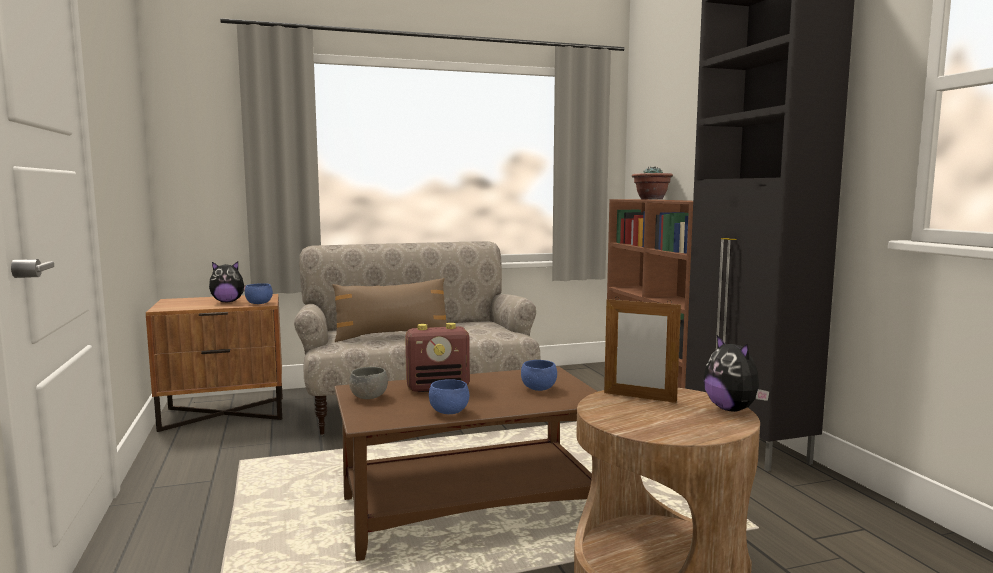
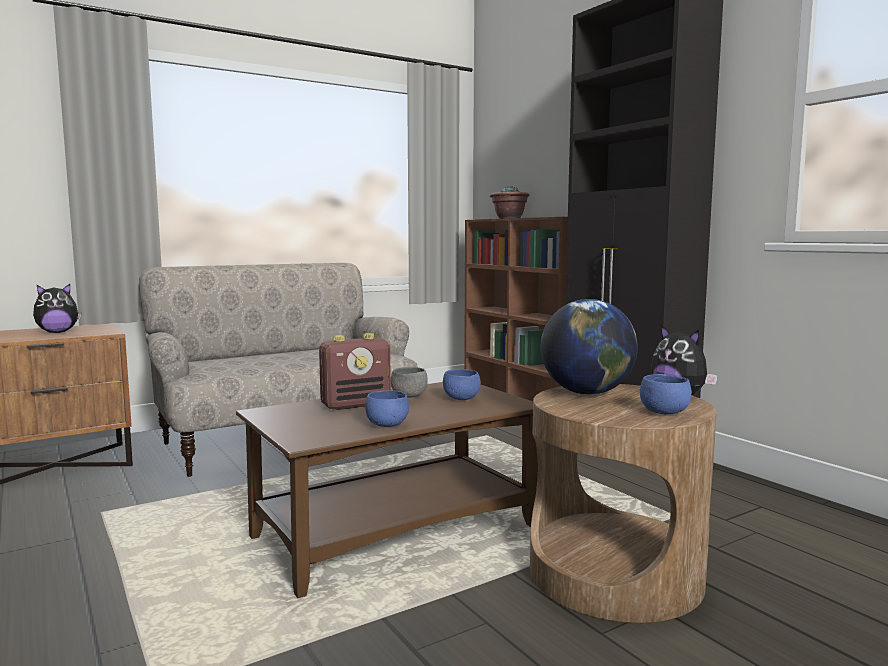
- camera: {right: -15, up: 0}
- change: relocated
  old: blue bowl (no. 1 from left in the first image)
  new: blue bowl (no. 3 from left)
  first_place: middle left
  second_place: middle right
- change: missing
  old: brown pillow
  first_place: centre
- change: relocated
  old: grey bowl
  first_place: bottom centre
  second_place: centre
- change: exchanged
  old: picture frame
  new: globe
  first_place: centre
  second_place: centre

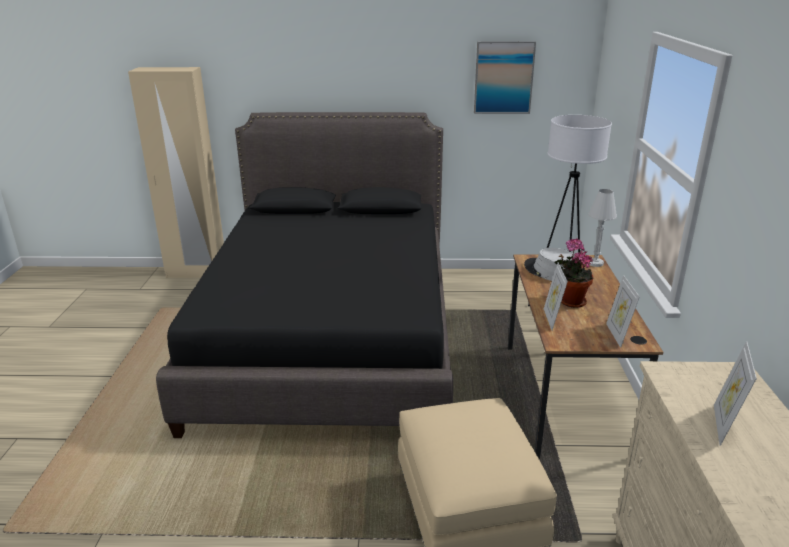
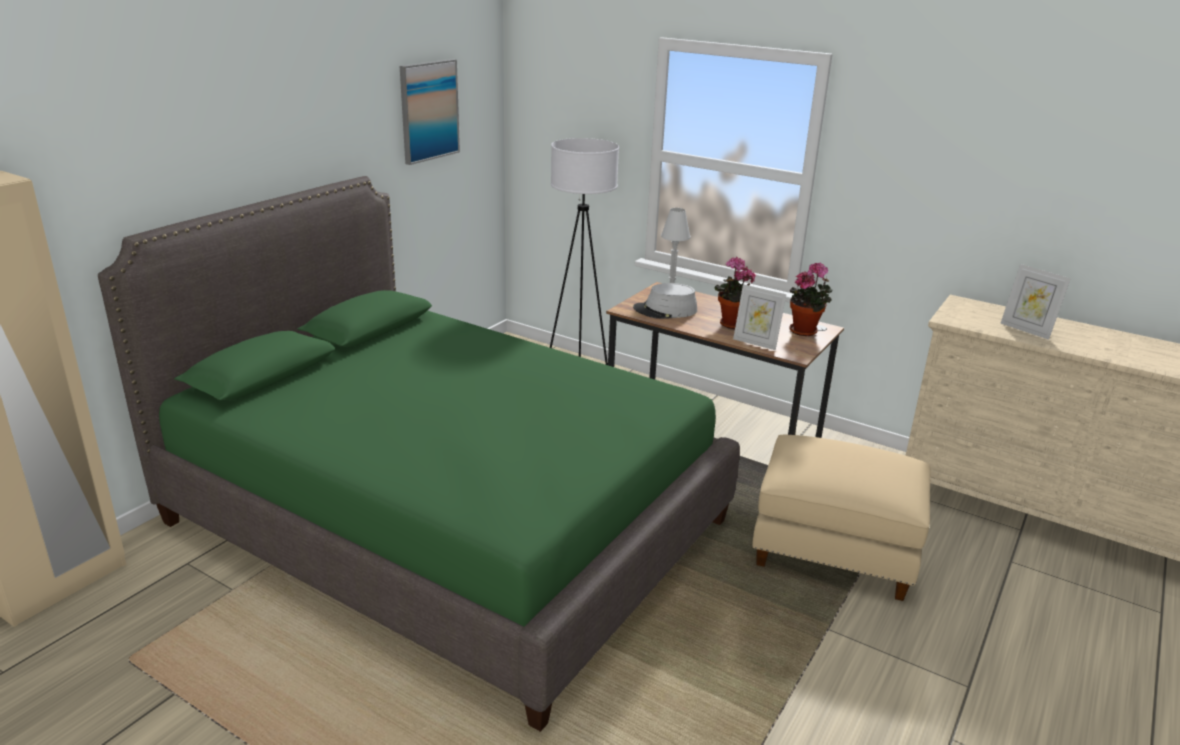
- camera: {right: -60, up: 0}
- change: colour
  old: black bed
  new: green bed
  first_place: centre
  second_place: centre
- change: exchanged
  old: picture frame (no. 2 from left)
  new: potted plant (no. 2 from left)
  first_place: middle right
  second_place: middle right

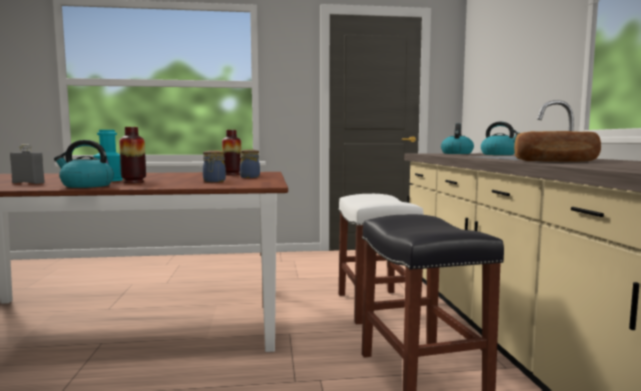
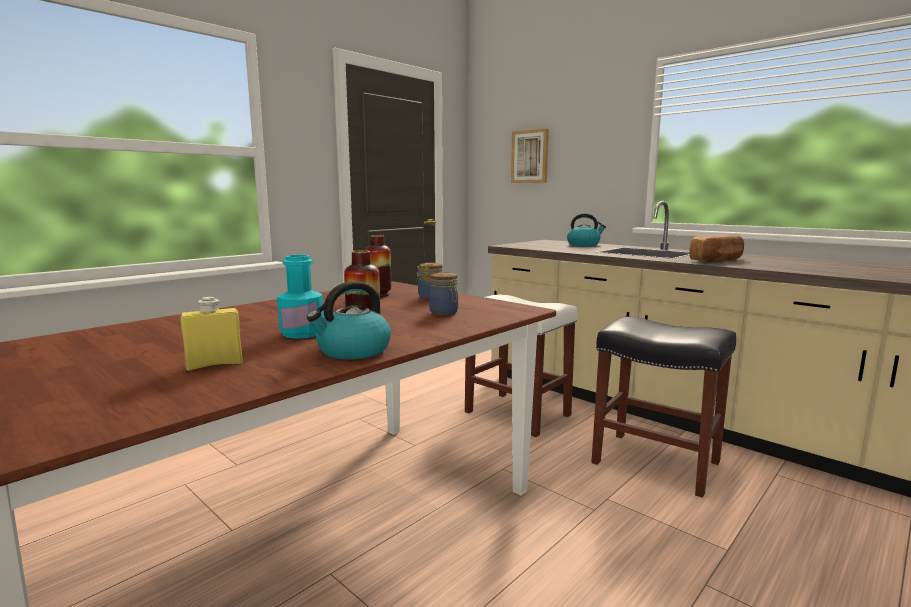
- camera: {right: -40, up: 5}
- change: colour
  old: grey bottle
  new: yellow bottle
  first_place: middle left
  second_place: middle left
- change: missing
  old: kettle (no. 2 from left)
  first_place: middle right
- change: appeared
  new: picture
  second_place: top centre

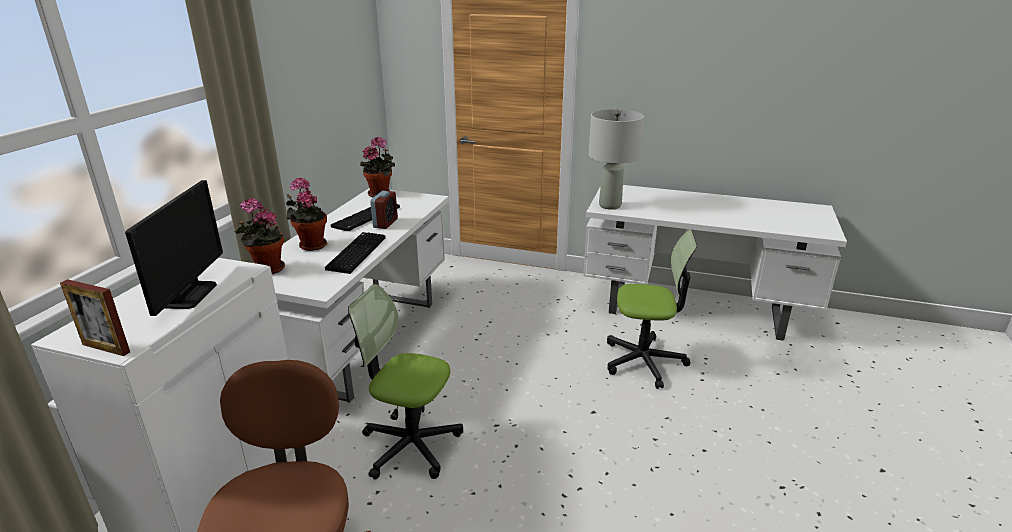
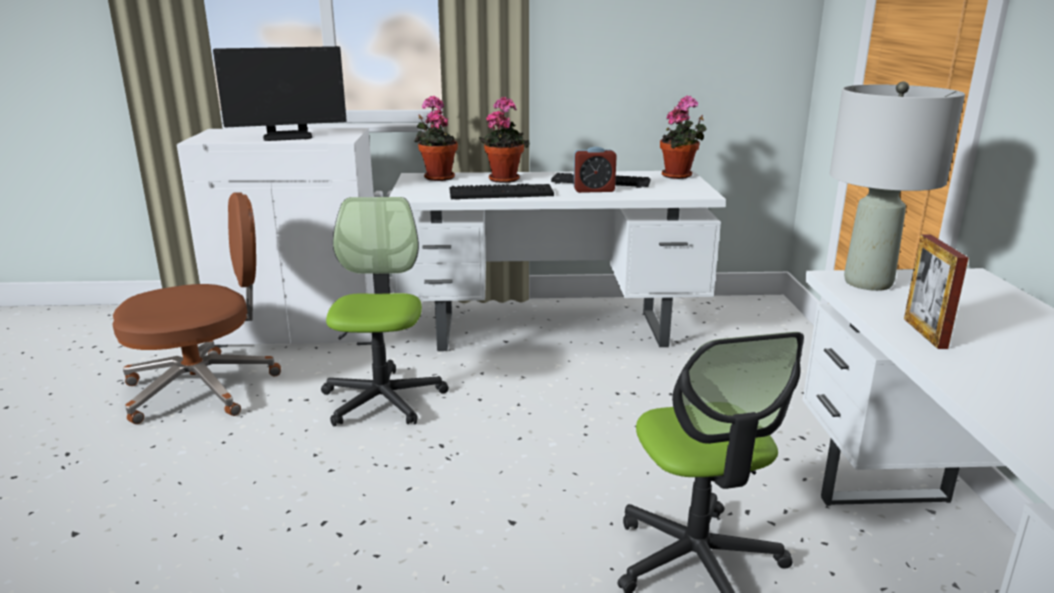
- camera: {right: 70, up: -5}
- change: relocated
  old: picture frame
  first_place: middle left
  second_place: middle right

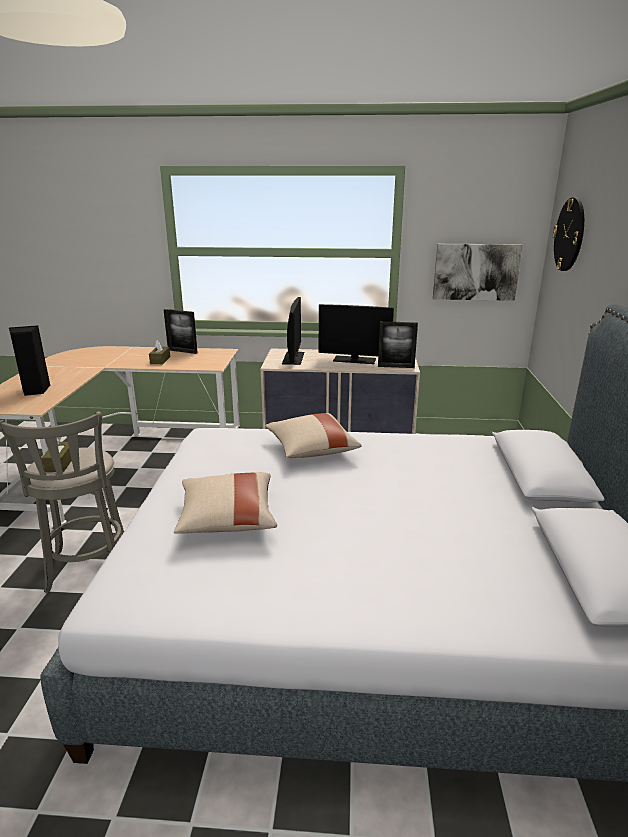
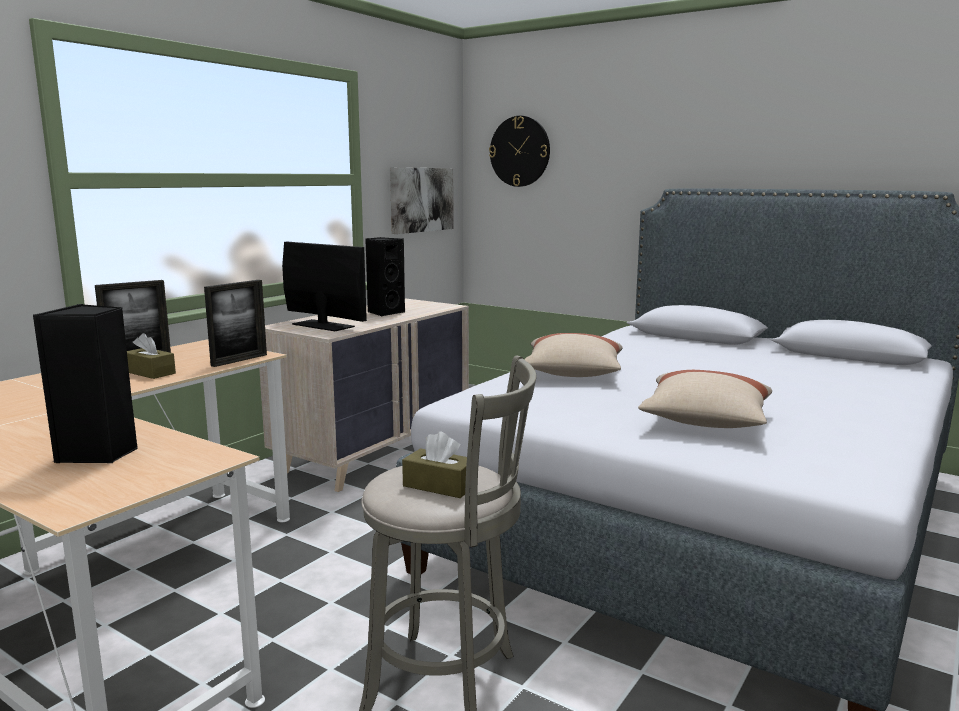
- camera: {right: -60, up: -10}
- change: exchanged
  old: monitor (no. 2 from left)
  new: black speaker (no. 2 from left)
  first_place: centre
  second_place: centre
- change: relocated
  old: picture frame (no. 2 from left)
  first_place: centre
  second_place: middle left

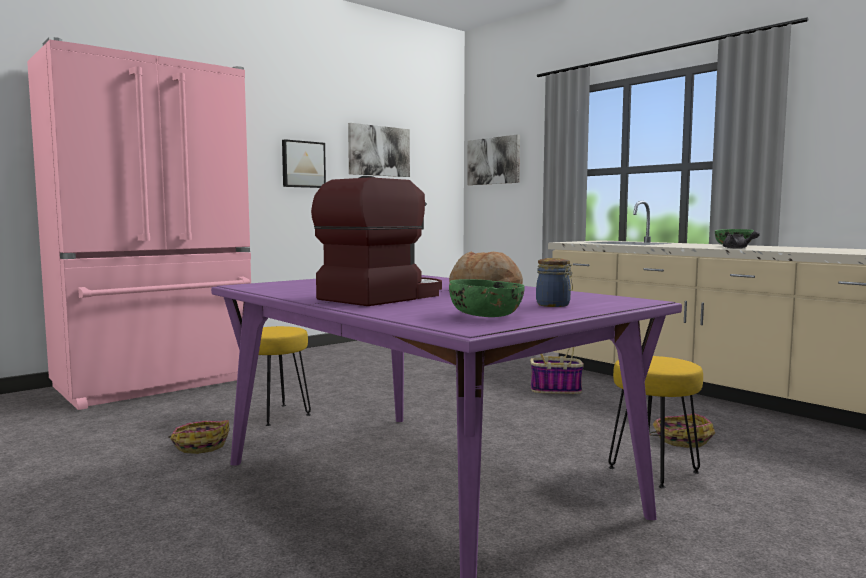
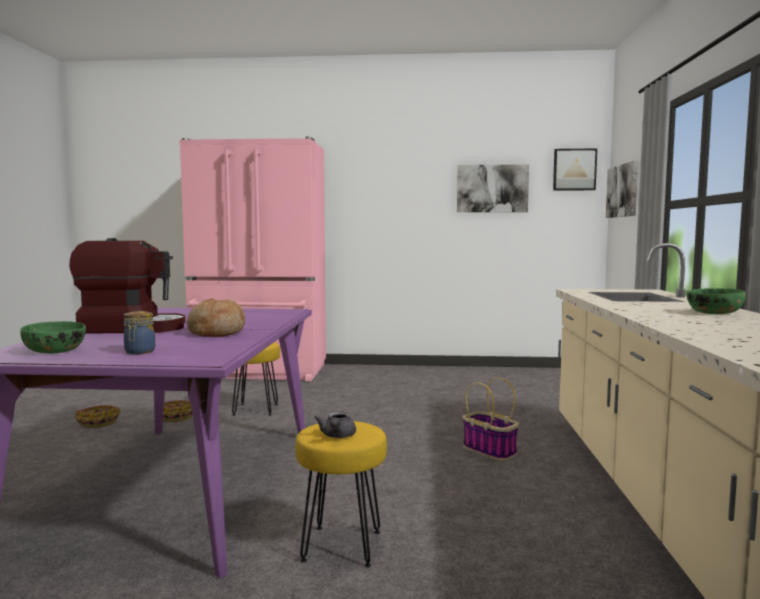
- camera: {right: 45, up: 0}
- change: relocated
  old: picture (no. 1 from left in the first image)
  new: picture (no. 2 from left)
  first_place: top centre
  second_place: top right
- change: relocated
  old: basket (no. 3 from left in the first image)
  new: basket (no. 1 from left)
  first_place: bottom right
  second_place: bottom left
- change: relocated
  old: grey teapot
  first_place: middle right
  second_place: bottom centre

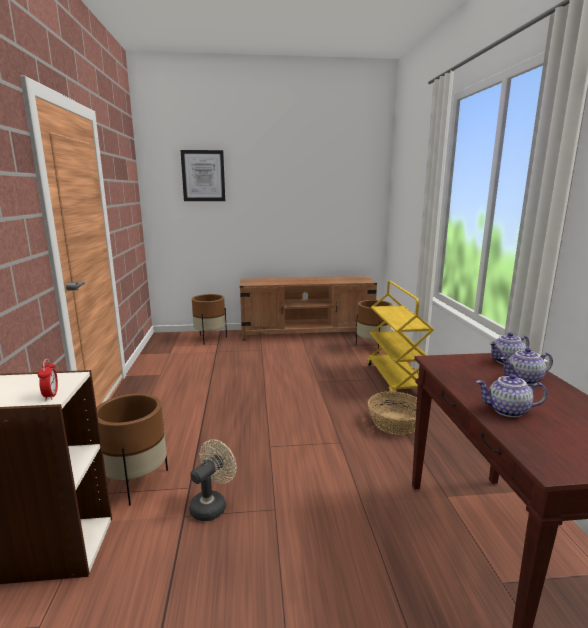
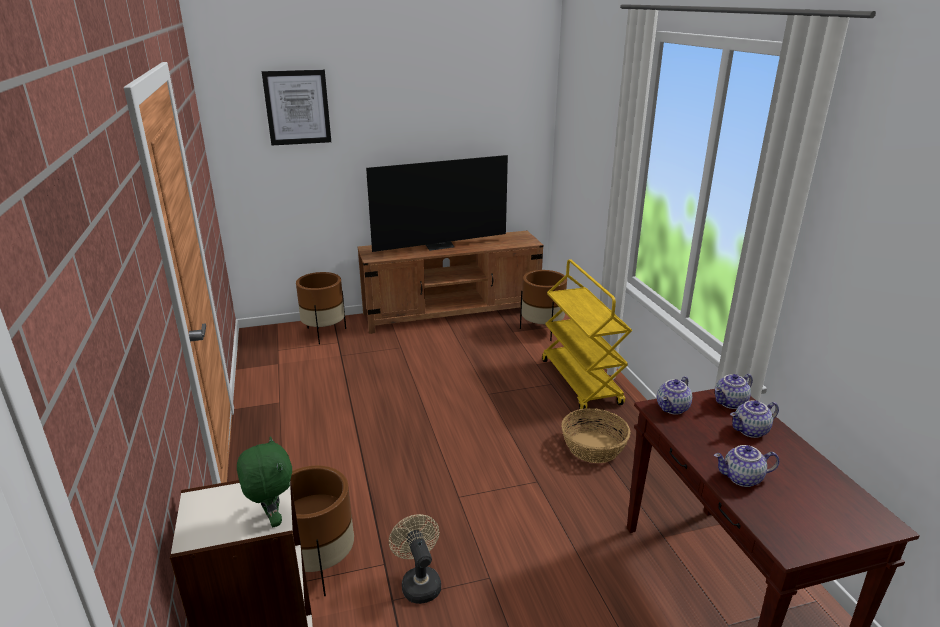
- camera: {right: -10, up: 10}
- change: exchanged
  old: alarm clock
  new: green plush toy
  first_place: middle left
  second_place: bottom left
- change: spun
  old: beige fan
  first_place: bottom centre
  second_place: bottom centre
  degrees: -45
- change: appeared
  new: television
  second_place: top centre
- change: appeared
  new: teapot (no. 1 from left)
  second_place: middle right

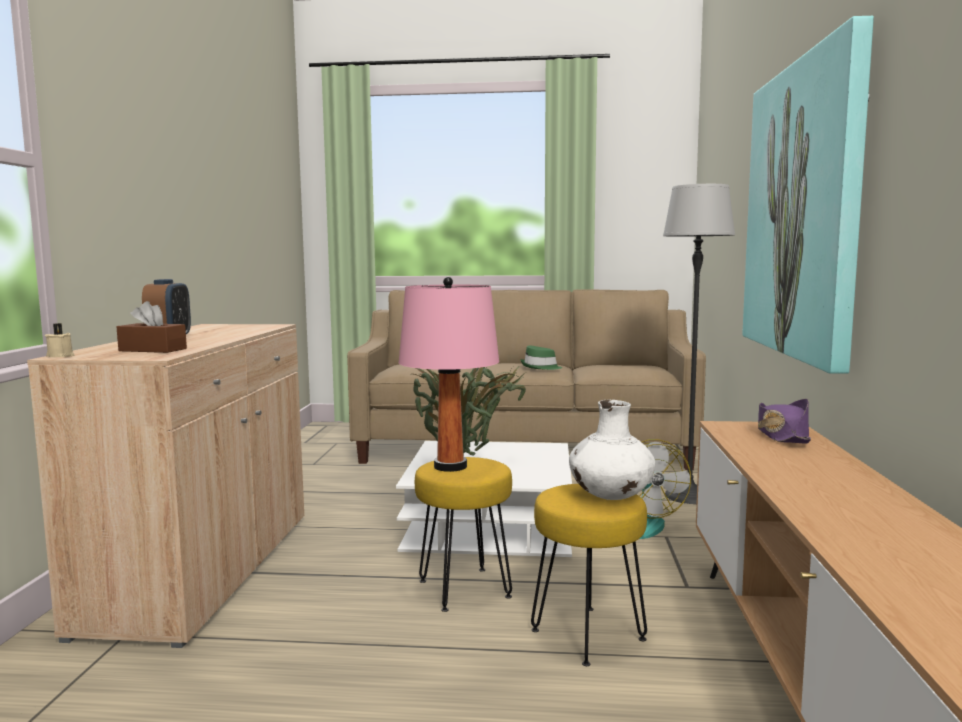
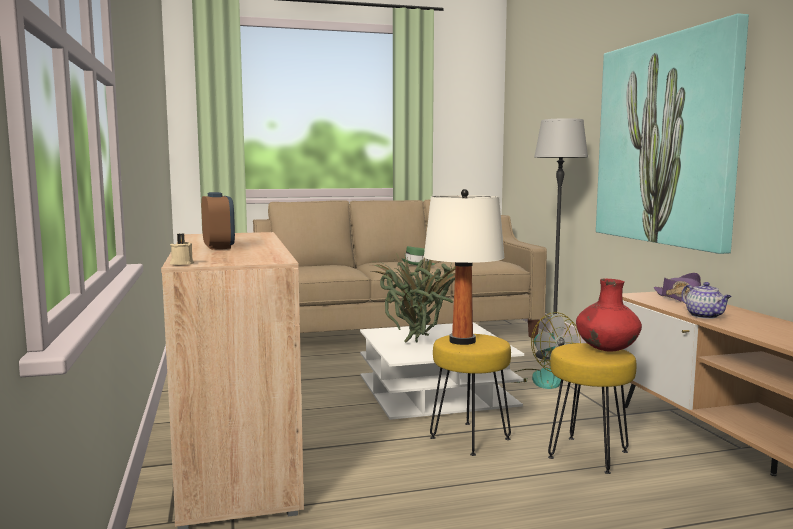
- camera: {right: -20, up: 0}
- change: missing
  old: brown tissue box
  first_place: middle left
- change: colour
  old: pink table lamp
  new: white table lamp
  first_place: centre
  second_place: centre
- change: colour
  old: white vase
  new: red vase
  first_place: centre
  second_place: middle right
- change: appeared
  new: teapot
  second_place: middle right

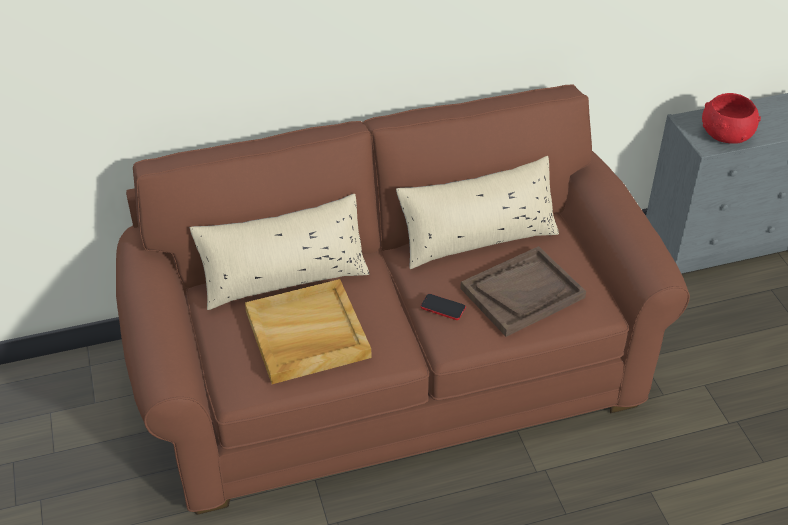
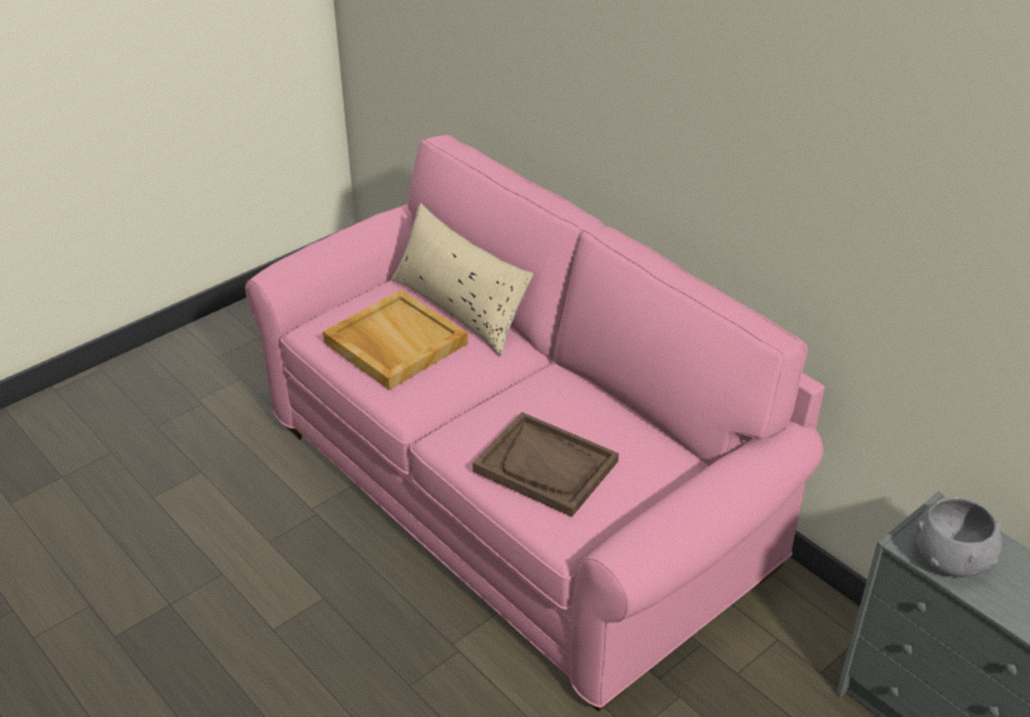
- camera: {right: 65, up: -5}
- change: colour
  old: brown sofa
  new: pink sofa
  first_place: centre
  second_place: centre
- change: missing
  old: beige pillow (no. 2 from left)
  first_place: centre
- change: missing
  old: phone
  first_place: centre
- change: colour
  old: red bowl
  new: grey bowl
  first_place: top right
  second_place: bottom right

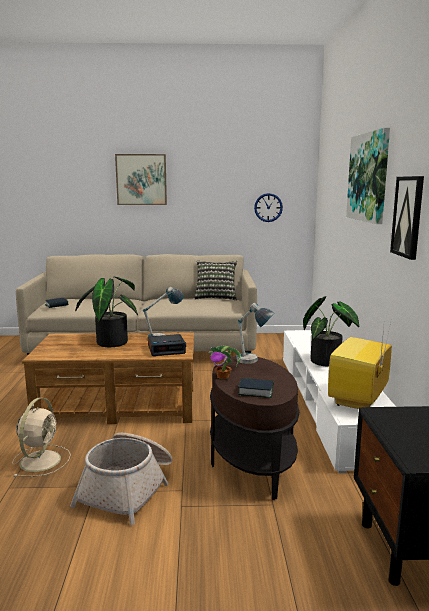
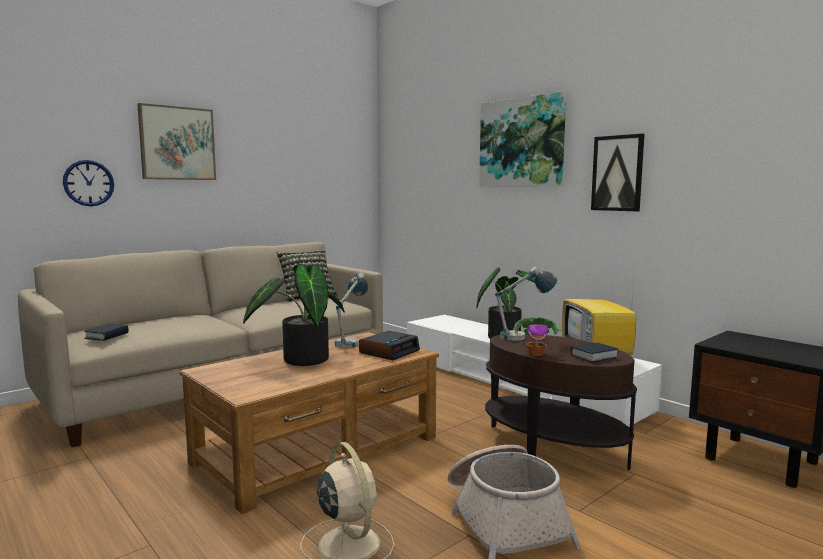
- camera: {right: -40, up: -5}
- change: relocated
  old: wall clock
  first_place: centre
  second_place: top left

